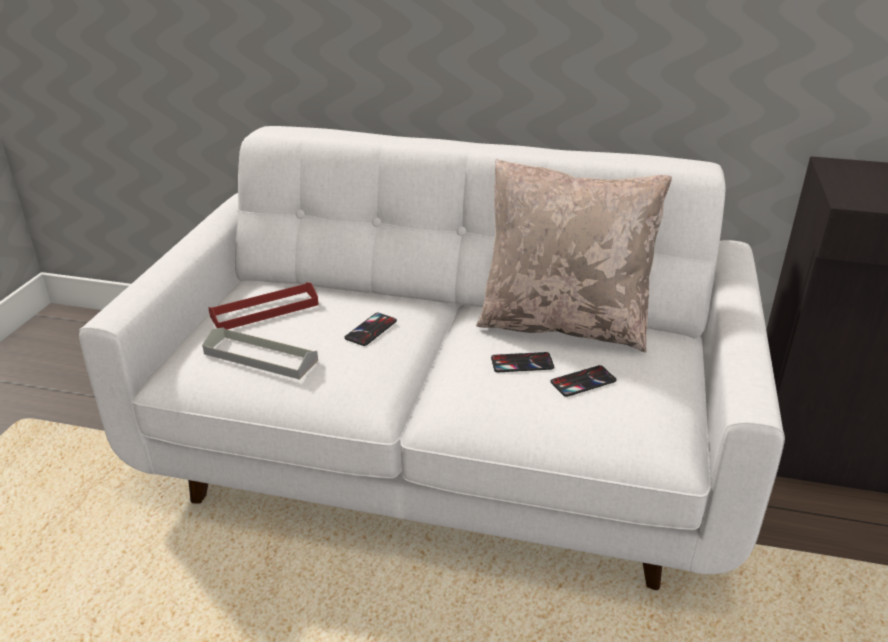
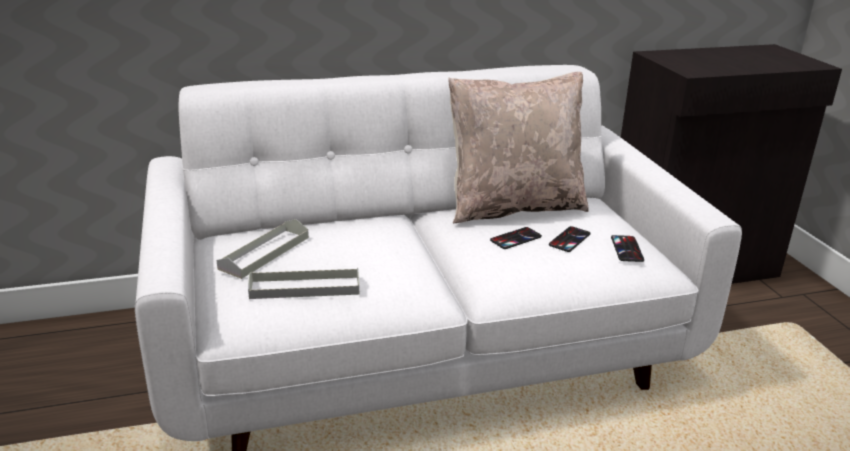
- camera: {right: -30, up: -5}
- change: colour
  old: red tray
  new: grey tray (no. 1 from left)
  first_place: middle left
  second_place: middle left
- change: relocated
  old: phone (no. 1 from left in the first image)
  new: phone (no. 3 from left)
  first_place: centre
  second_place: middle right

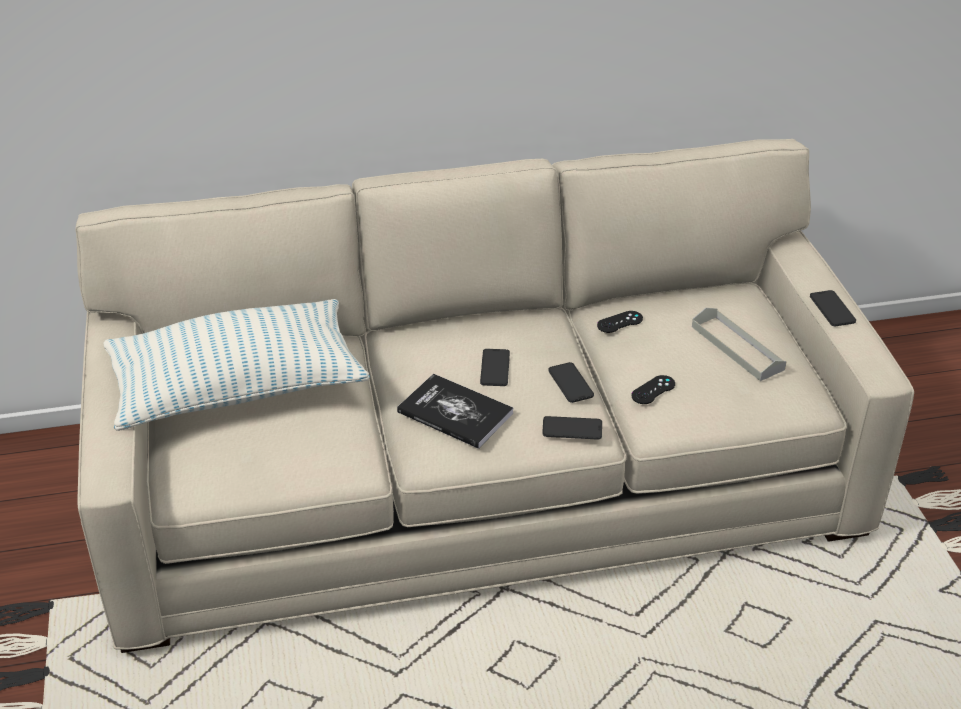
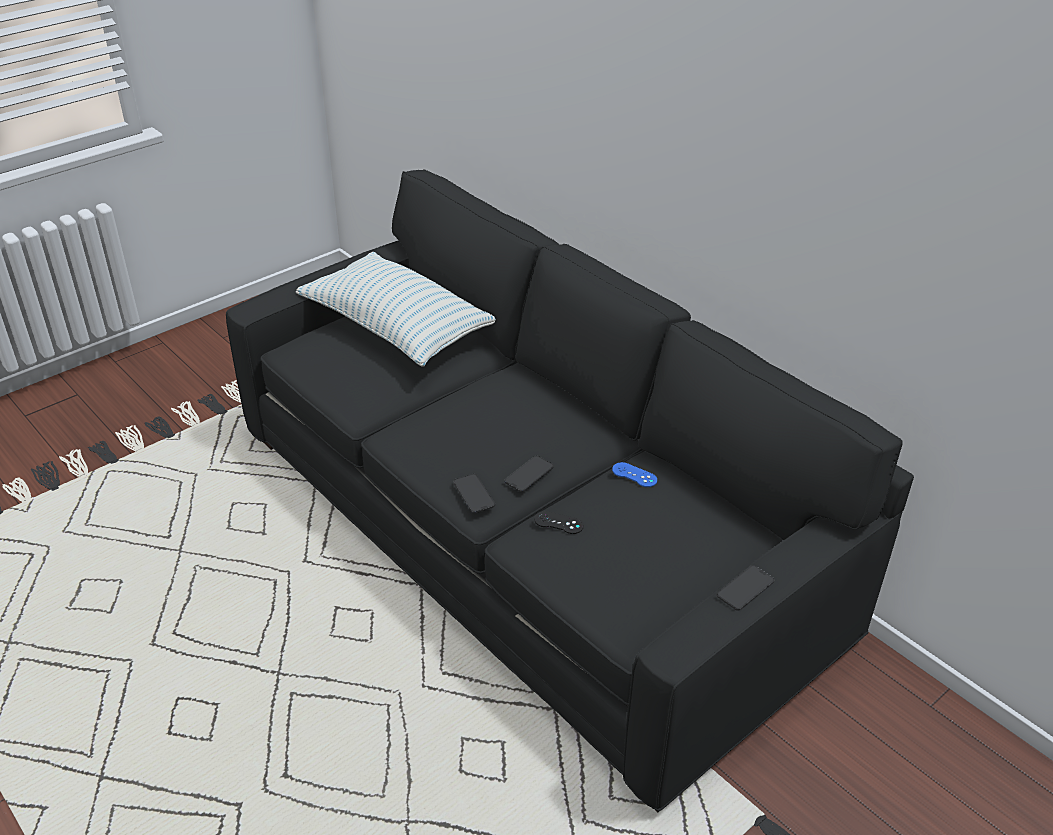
- camera: {right: 60, up: 0}
- change: colour
  old: beige sofa
  new: black sofa
  first_place: centre
  second_place: centre
- change: missing
  old: book
  first_place: centre
- change: missing
  old: phone (no. 1 from left)
  first_place: centre
- change: colour
  old: black game controller (no. 1 from left)
  new: blue game controller
  first_place: centre
  second_place: centre
- change: missing
  old: grey tray
  first_place: middle right

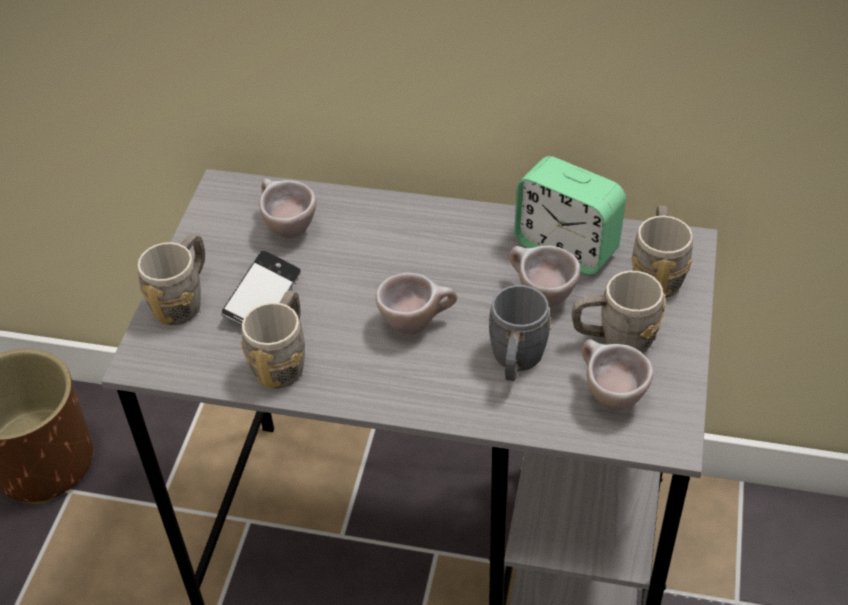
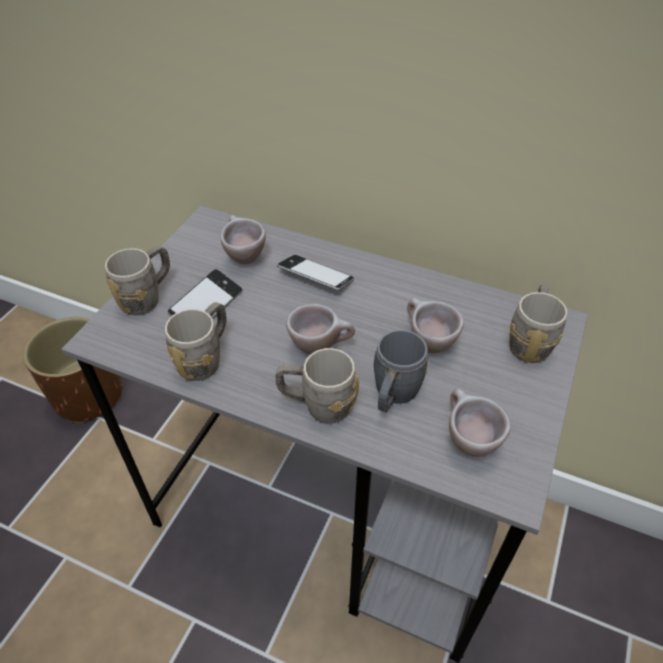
- camera: {right: 10, up: 0}
- change: missing
  old: alarm clock
  first_place: middle right
- change: relocated
  old: grey mug (no. 4 from left in the first image)
  new: grey mug (no. 3 from left)
  first_place: middle right
  second_place: centre
- change: appeared
  new: phone (no. 2 from left)
  second_place: centre

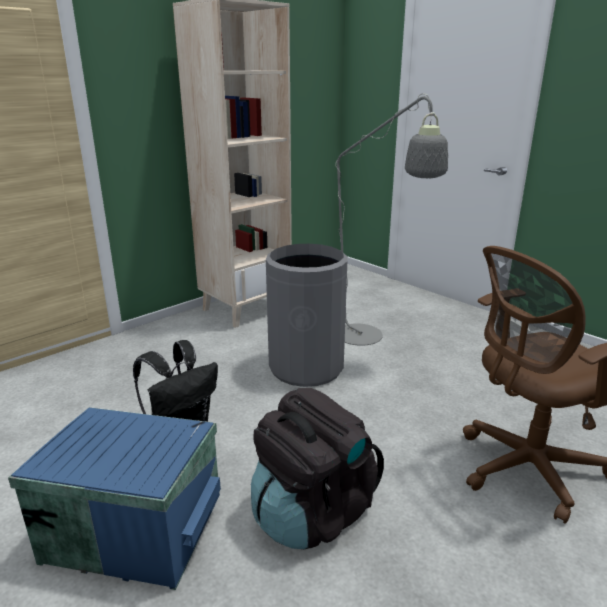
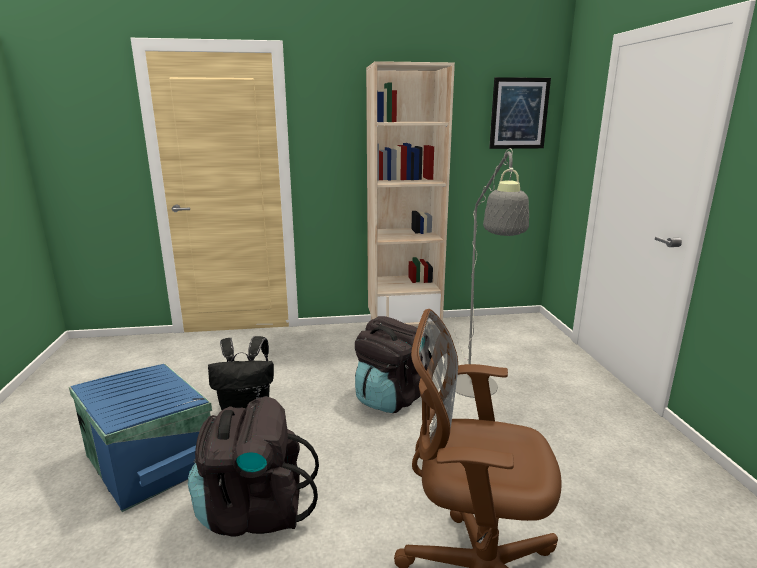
- camera: {right: 35, up: -5}
- change: exchanged
  old: grey trash can
  new: black backpack (no. 3 from left)
  first_place: centre
  second_place: centre
- change: appeared
  new: picture
  second_place: top right

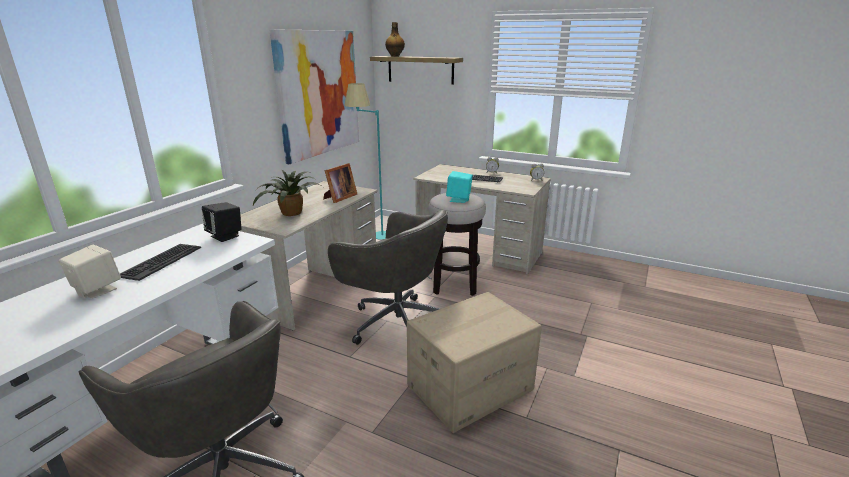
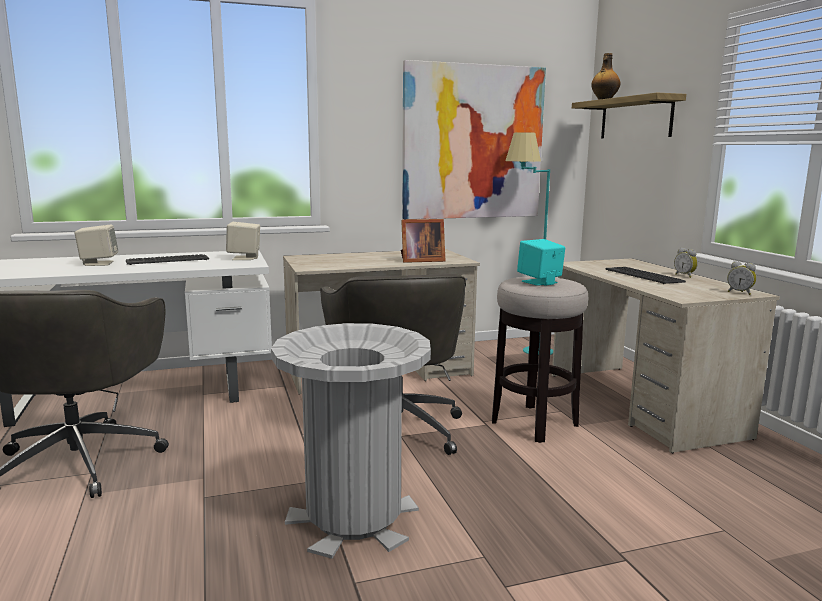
- camera: {right: 45, up: -10}
- change: colour
  old: black speaker
  new: beige speaker (no. 2 from left)
  first_place: middle left
  second_place: middle left
- change: missing
  old: potted plant
  first_place: centre
- change: exchanged
  old: cardboard box
  new: grey trash can
  first_place: bottom centre
  second_place: bottom centre

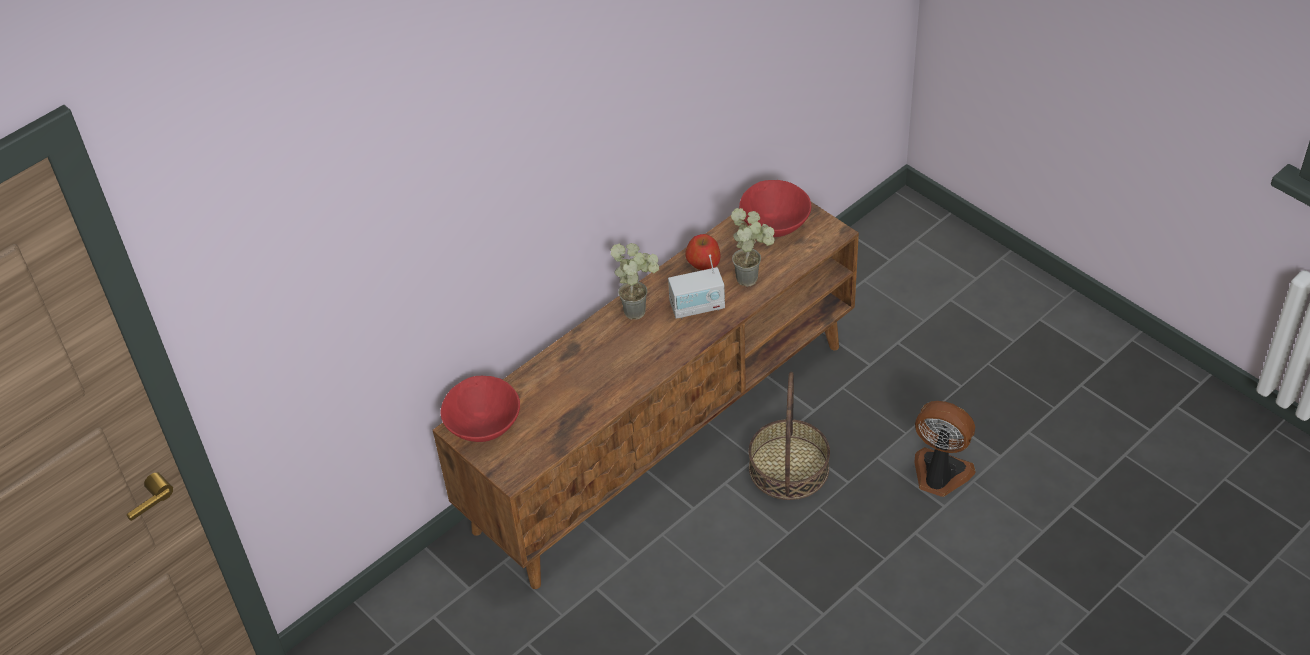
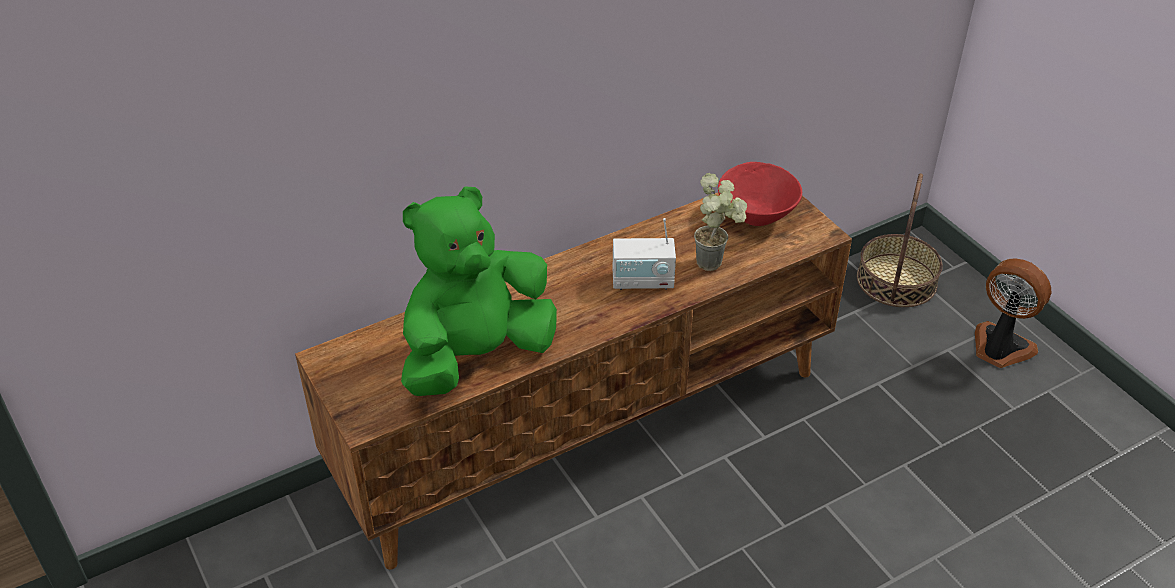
- camera: {right: 10, up: -5}
- change: missing
  old: red bowl (no. 1 from left)
  first_place: centre
- change: missing
  old: potted plant (no. 1 from left)
  first_place: centre
- change: missing
  old: apple
  first_place: centre
- change: relocated
  old: basket
  first_place: centre
  second_place: middle right
- change: relocated
  old: fan
  first_place: bottom right
  second_place: middle right
- change: appeared
  new: green plush toy
  second_place: centre

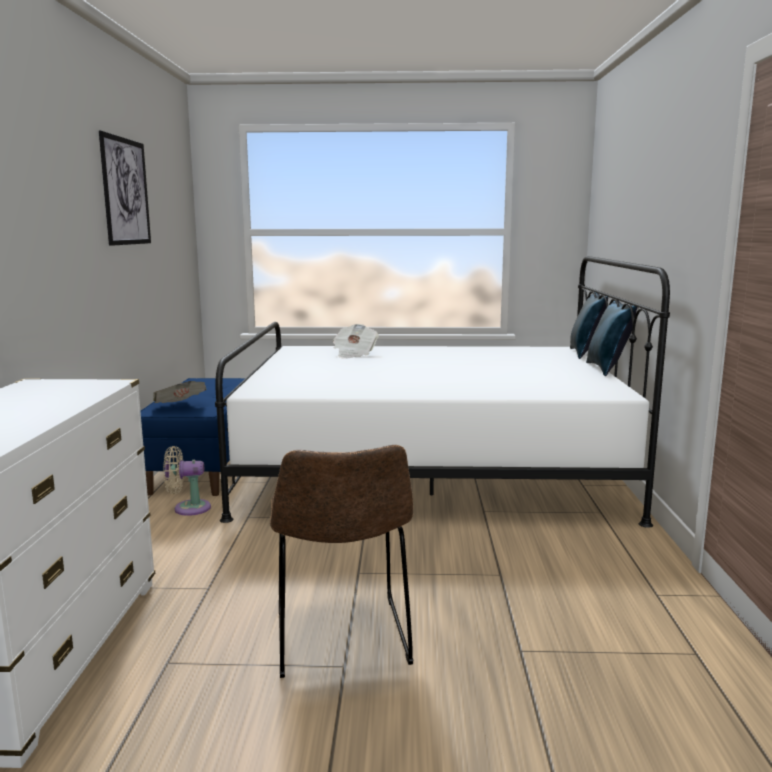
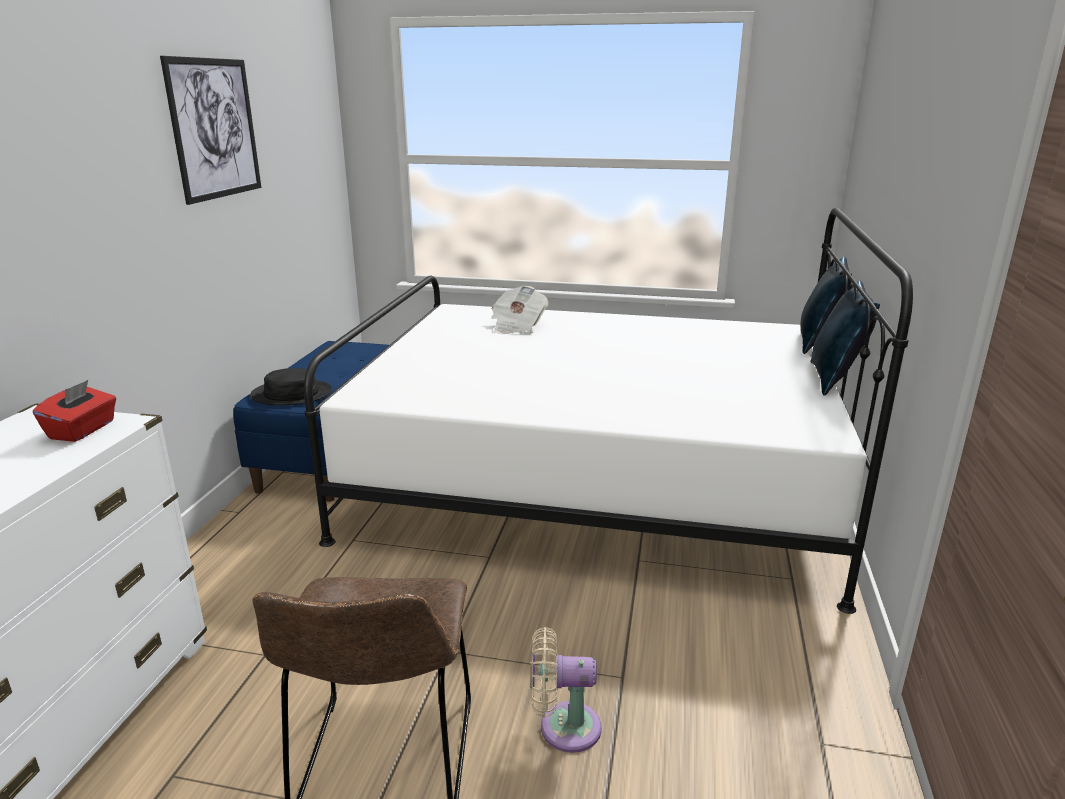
- camera: {right: 10, up: 10}
- change: exchanged
  old: newspaper (no. 1 from left)
  new: black hat
  first_place: middle left
  second_place: middle left
- change: relocated
  old: beige fan
  first_place: middle left
  second_place: bottom centre
- change: appeared
  new: red tissue box
  second_place: middle left

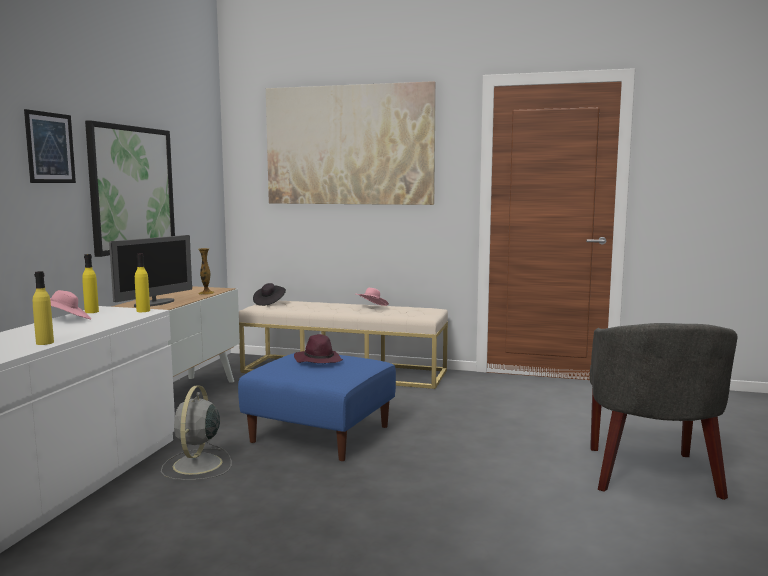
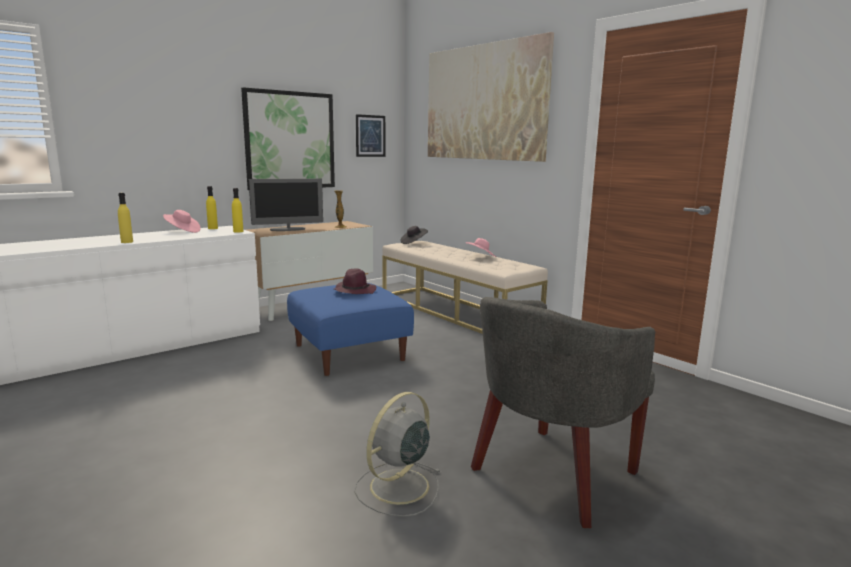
- camera: {right: 35, up: 5}
- change: relocated
  old: picture (no. 1 from left in the first image)
  new: picture (no. 2 from left)
  first_place: top left
  second_place: top centre
- change: relocated
  old: grey fan
  first_place: bottom left
  second_place: bottom centre

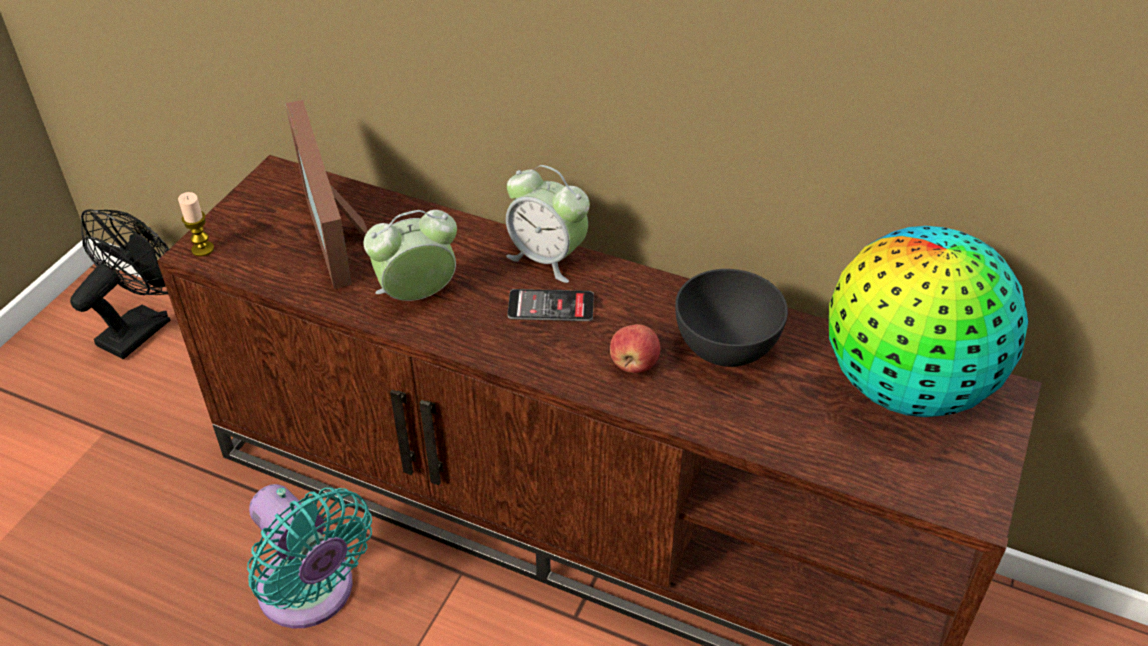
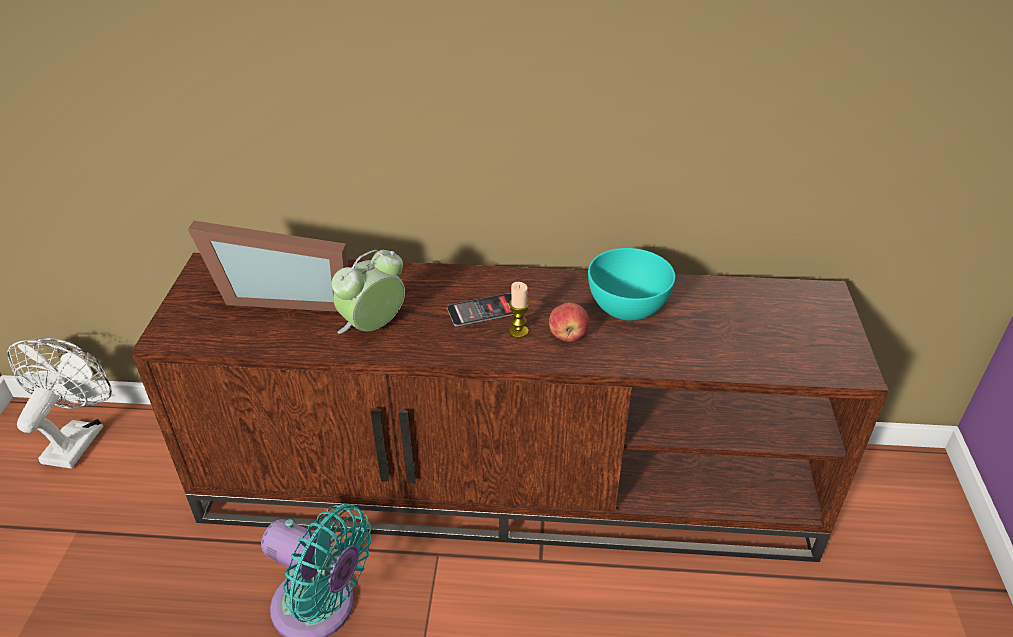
- camera: {right: -20, up: -5}
- change: colour
  old: black fan
  new: white fan
  first_place: middle left
  second_place: middle left
- change: relocated
  old: candle
  first_place: middle left
  second_place: centre
- change: spun
  old: picture frame
  first_place: top left
  second_place: middle left
  degrees: -45
- change: missing
  old: alarm clock (no. 2 from left)
  first_place: centre
- change: colour
  old: grey bowl
  new: turquoise bowl
  first_place: centre
  second_place: centre
- change: missing
  old: globe
  first_place: middle right

